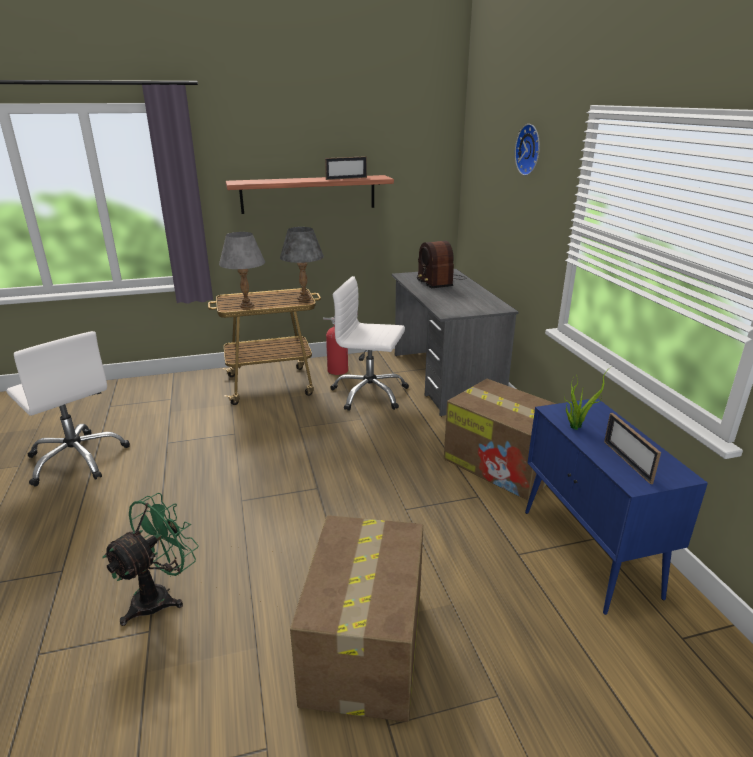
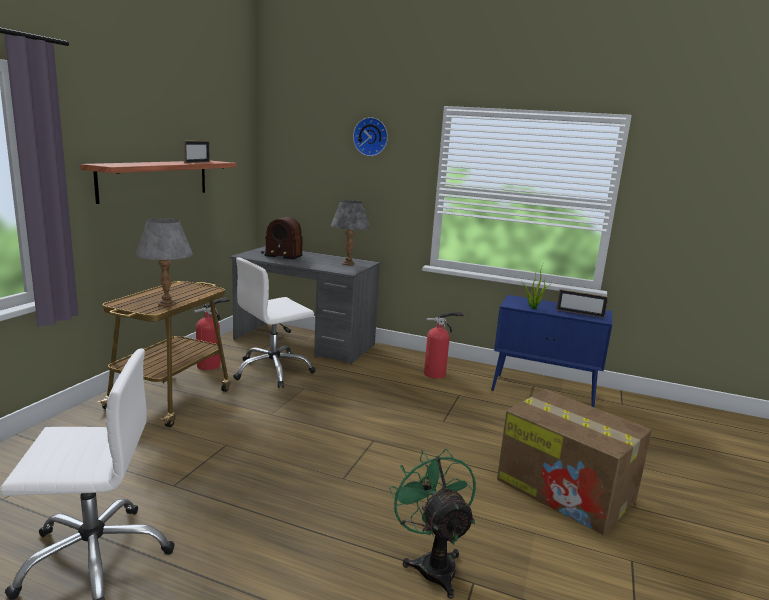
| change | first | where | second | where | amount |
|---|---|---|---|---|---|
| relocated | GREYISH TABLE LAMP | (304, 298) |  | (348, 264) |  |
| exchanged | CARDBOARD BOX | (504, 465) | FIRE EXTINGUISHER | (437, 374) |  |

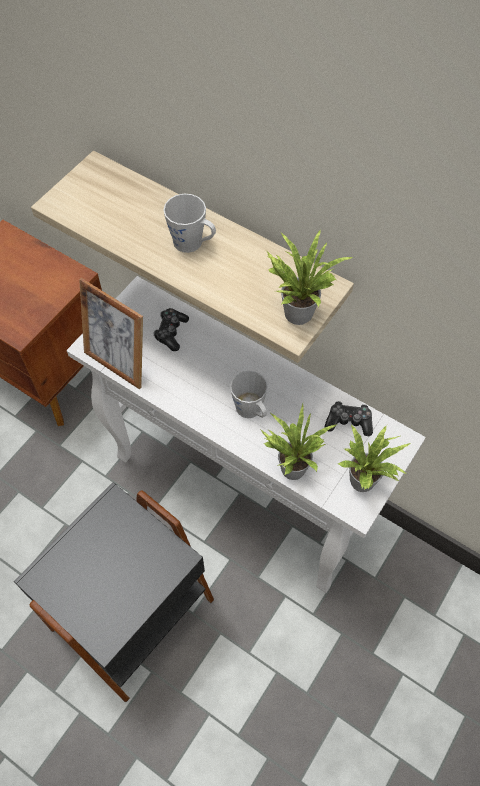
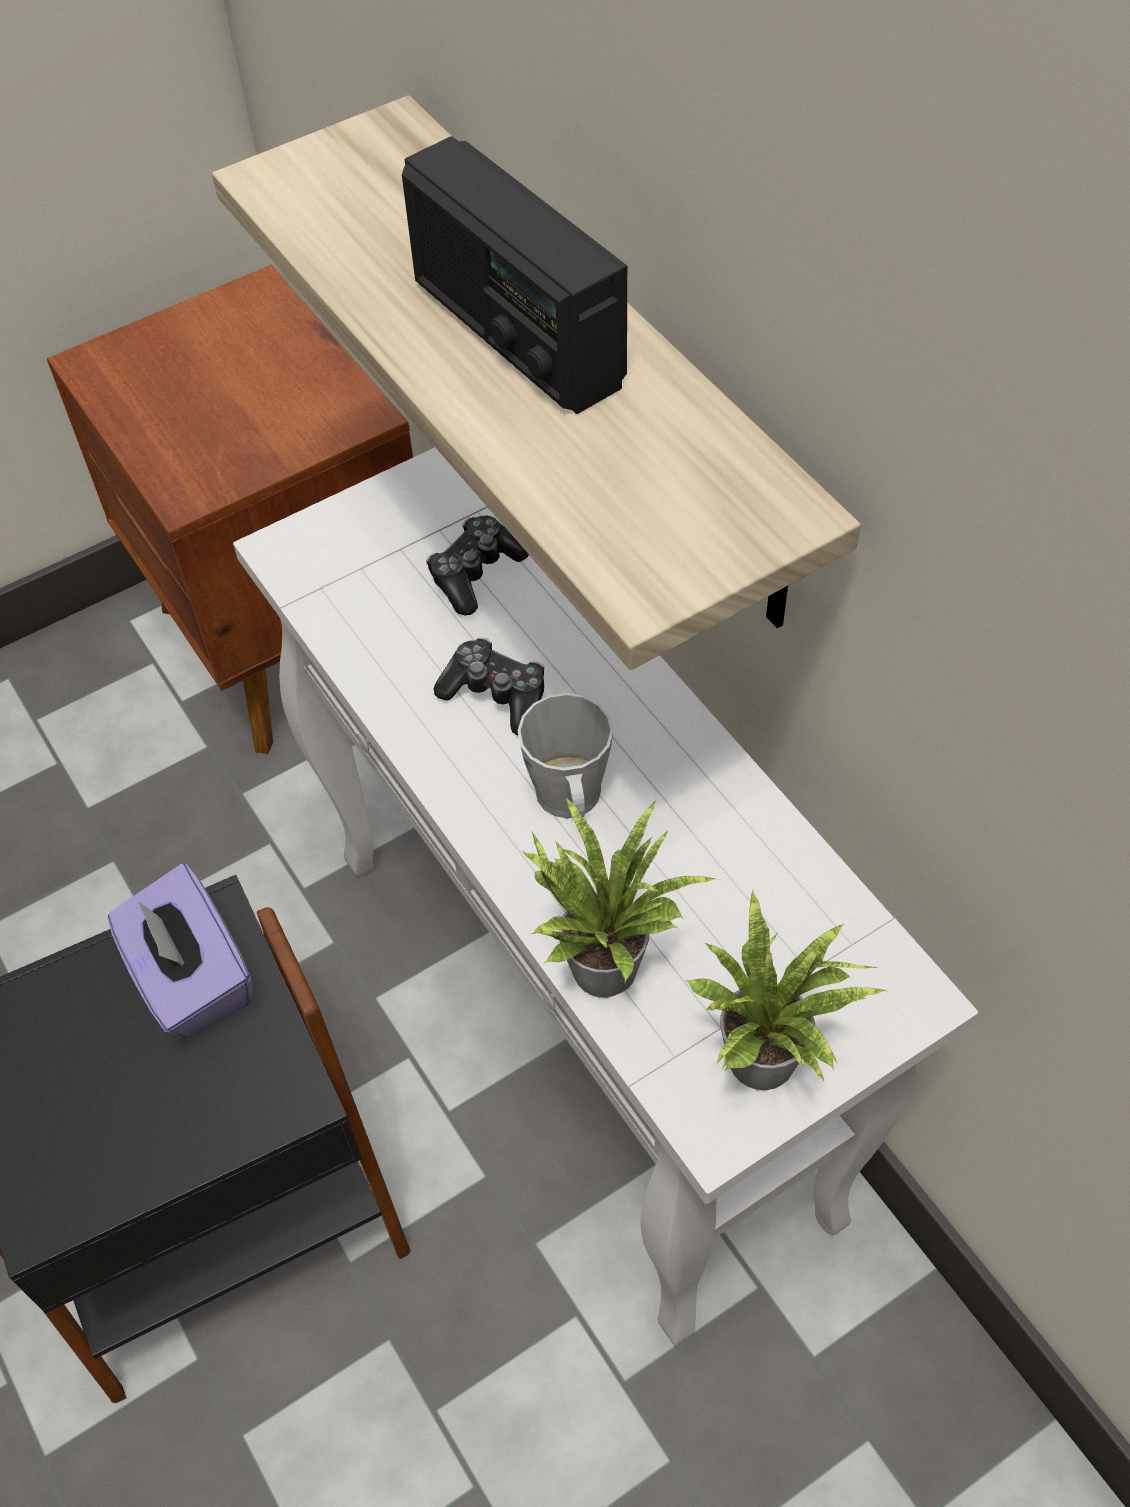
| change | first | where | second | where | amount |
|---|---|---|---|---|---|
| missing | STANDING FRAME | (118, 363) |  |  |  |
| exchanged | GREYISH COFFEE MUG | (193, 243) | RADIO SET | (516, 333) |  |
| missing | POTTED PLANT | (297, 310) |  |  |  |
| relocated | GAME CONTROLLER | (348, 422) |  | (496, 695) |  |
| appeared |  |  | PURPLE BOX OF TISSUES | (191, 978) |  |

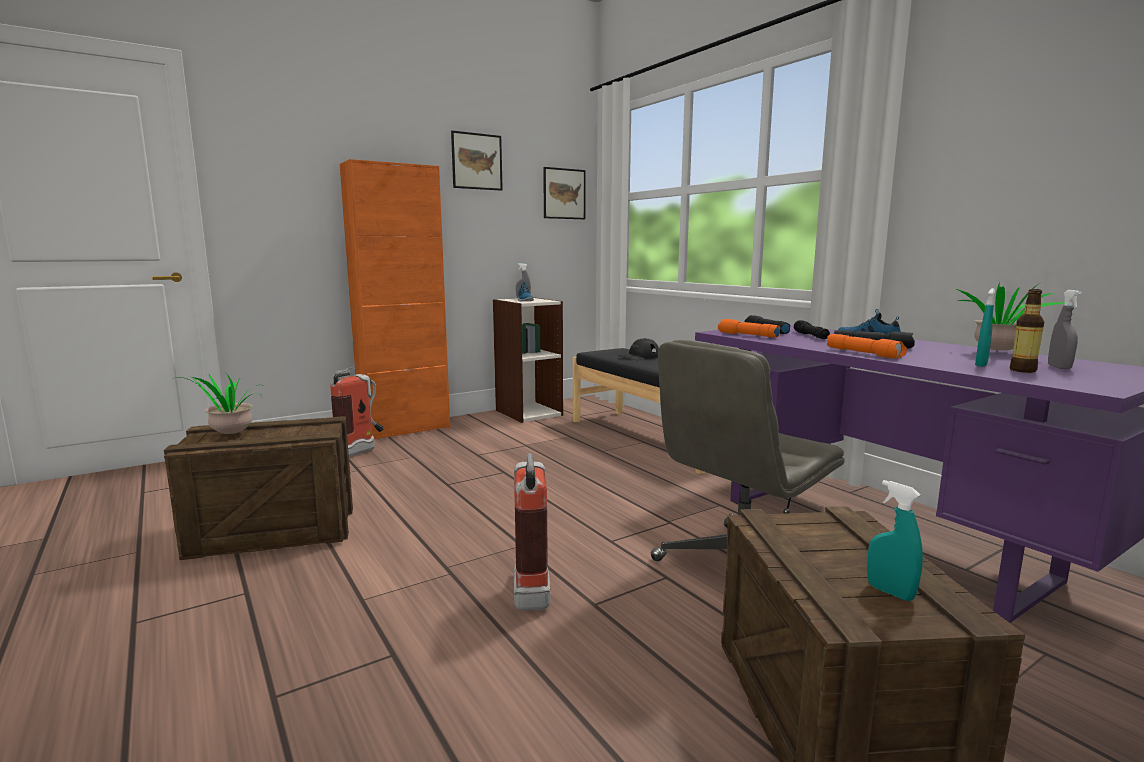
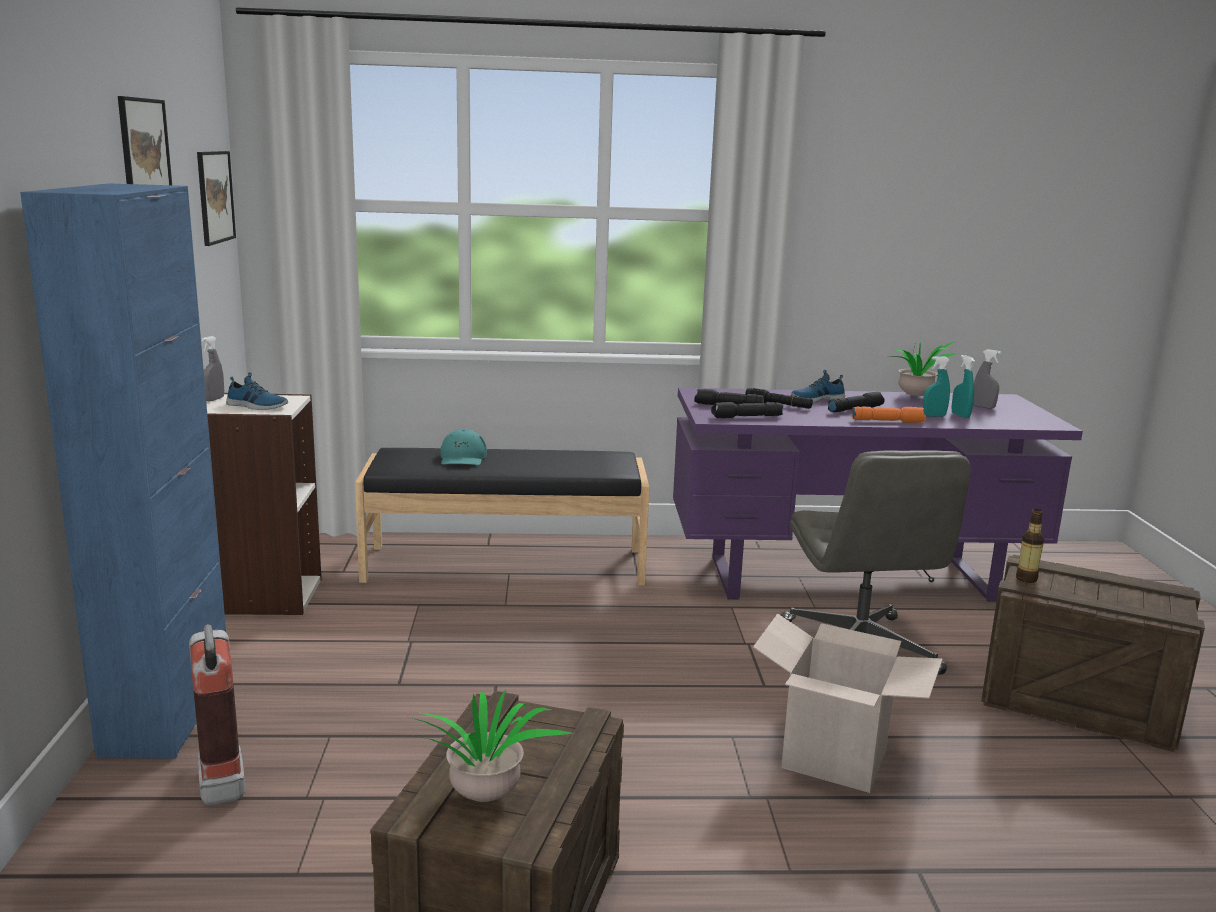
| change | first | where | second | where | amount |
|---|---|---|---|---|---|
| colour | ORANGE-COLOURED CABINET | (405, 430) | BLUE CABINET | (168, 711) |  |
| exchanged | FIRE EXTINGUISHER | (531, 588) | CARDBOARD BOX | (835, 758) |  |
| colour | BLACK BASEBALL CAP | (639, 357) | BLUE-GREEN BASEBALL CAP | (462, 458) |  |
| colour | ORANGE-COLOURED TORCH | (747, 335) | BLACK TORCH | (746, 417) |  |
| relocated | BLUE-GREEN HAND SPRAYER | (890, 592) |  | (934, 416) |  |
| relocated | DRINK BOTTLE | (1022, 370) |  | (1026, 579) |  |

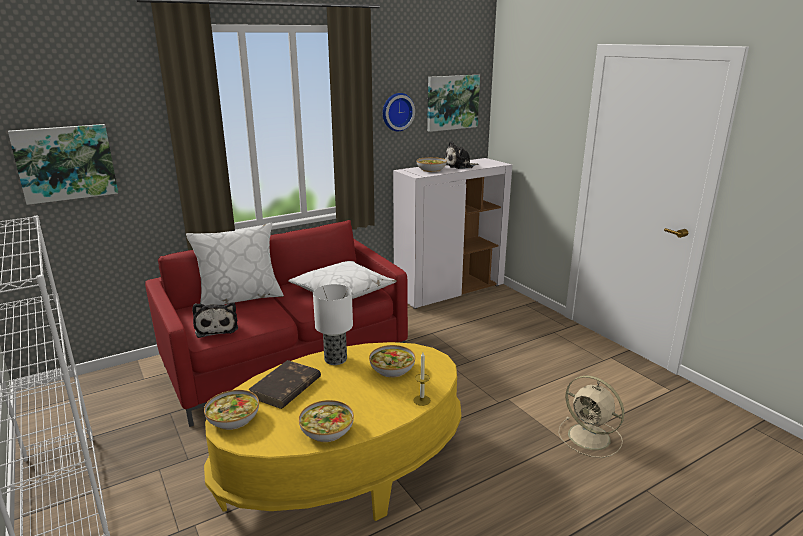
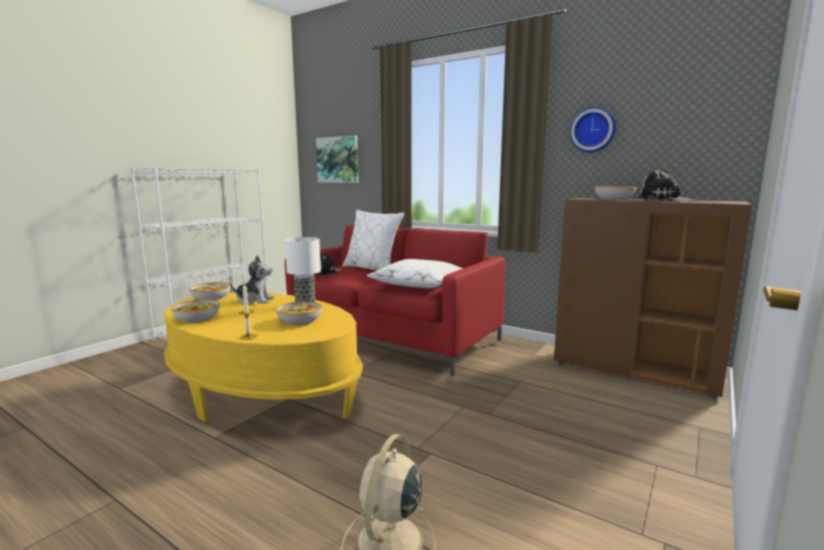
| change | first | where | second | where | amount |
|---|---|---|---|---|---|
| exchanged | BROWN-COLOURED BOUND BOOK | (285, 388) | SOFT TOY | (255, 301) |  |
| colour | WHITE CABINET | (449, 290) | BROWN-COLOURED CABINET | (634, 371) |  |
| missing | WALL PICTURE | (452, 102) |  |  |  |

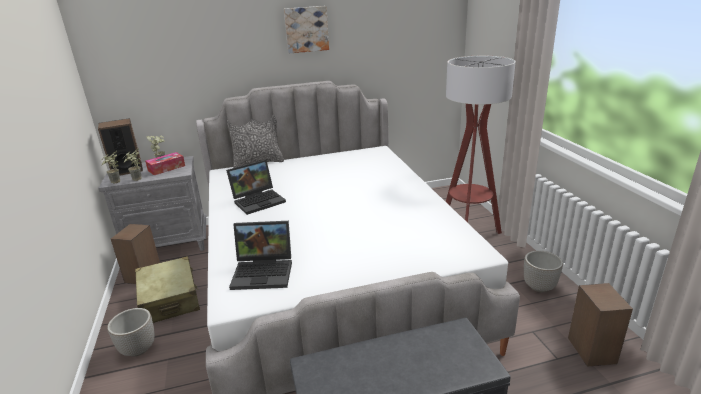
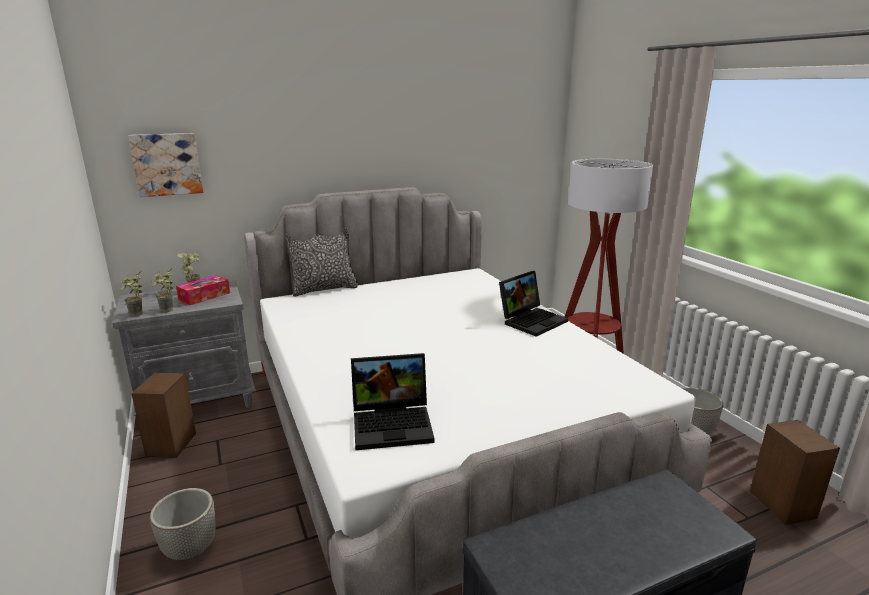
| change | first | where | second | where | amount |
|---|---|---|---|---|---|
| missing | AUDIO SPEAKER | (127, 170) |  |  |  |
| missing | BEIGE SUITCASE | (170, 299) |  |  |  |
| relocated | PORTABLE COMPUTER | (259, 200) |  | (532, 320) |  |
| relocated | WALL PICTURE | (306, 29) |  | (167, 164) |  |

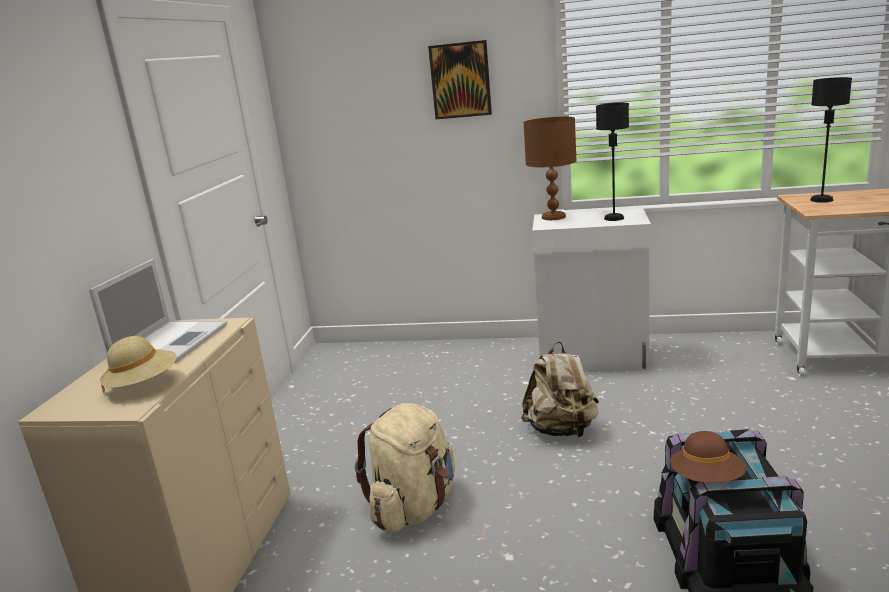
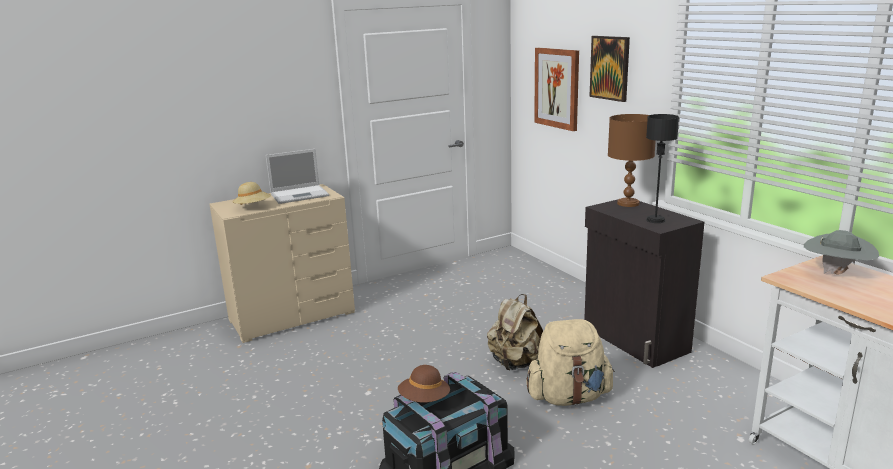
| change | first | where | second | where | amount |
|---|---|---|---|---|---|
| relocated | BEIGE RUCKSACK | (414, 507) |  | (568, 397) |  |
| colour | WHITE CABINET | (593, 358) | BLACK CABINET | (634, 340) |  |
| exchanged | BLACK TABLE LAMP | (822, 200) | GREYISH HAT | (836, 274) |  |
| appeared |  |  | WALL PICTURE | (557, 88) |  |

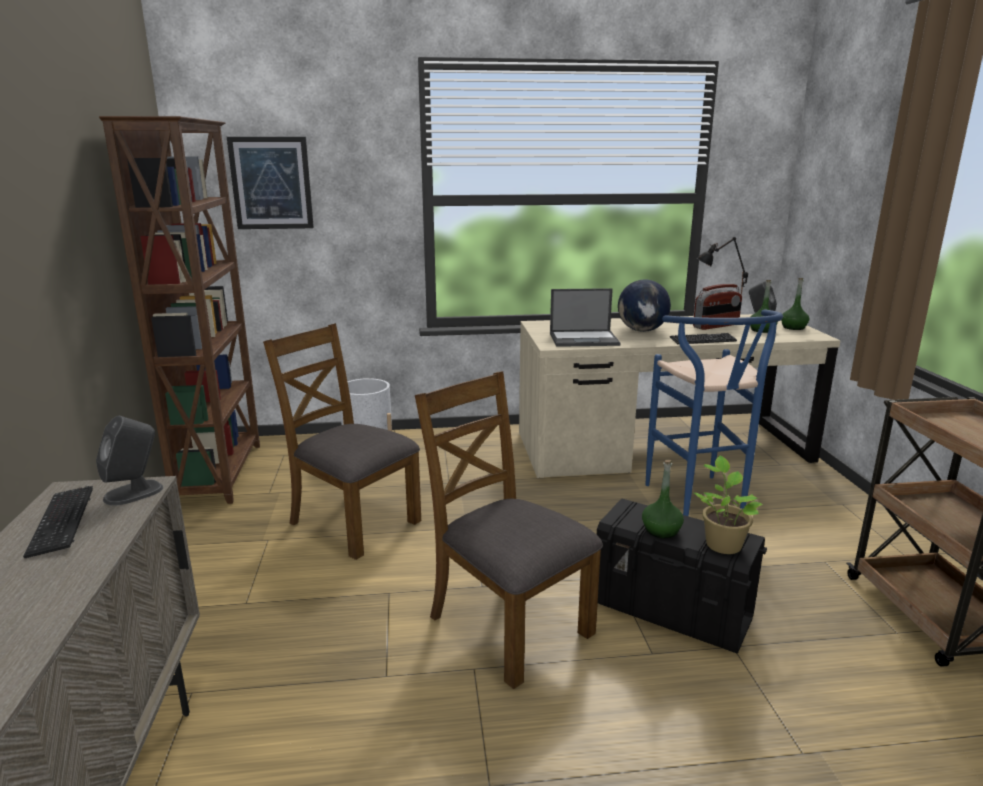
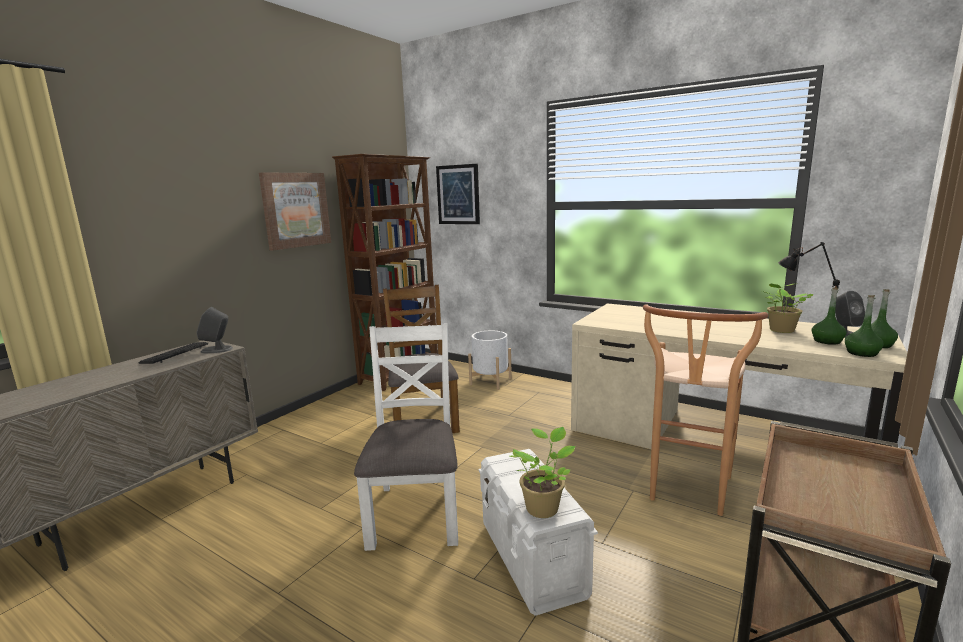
| change | first | where | second | where | amount |
|---|---|---|---|---|---|
| colour | BROWN-COLOURED PLAIN CHAIR | (508, 624) | WHITE PLAIN CHAIR | (416, 513) |  |
| missing | PORTABLE COMPUTER | (584, 339) |  |  |  |
| colour | BLACK STORAGE BIN | (672, 611) | WHITE STORAGE BIN | (532, 559) |  |
| missing | WORLD GLOBE | (642, 330) |  |  |  |
| relocated | GREEN-COLOURED DRINK BOTTLE | (661, 530) |  | (861, 353) |  |
| colour | BLUE SITTING STOOL | (701, 501) | BROWN-COLOURED SITTING STOOL | (687, 492) |  |
| missing | COMPUTER KEYBOARD | (703, 340) |  |  |  |
| exchanged | RADIO SET | (716, 326) | POTTED PLANT | (780, 330) |  |
| appeared |  |  | WALL PICTURE | (295, 210) |  |

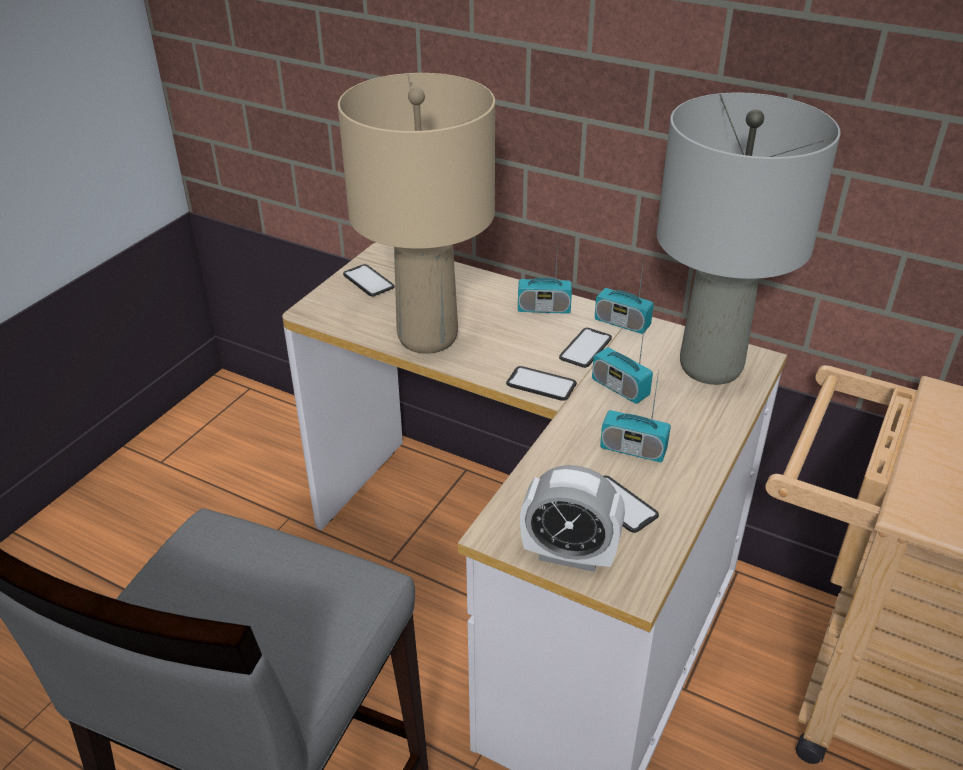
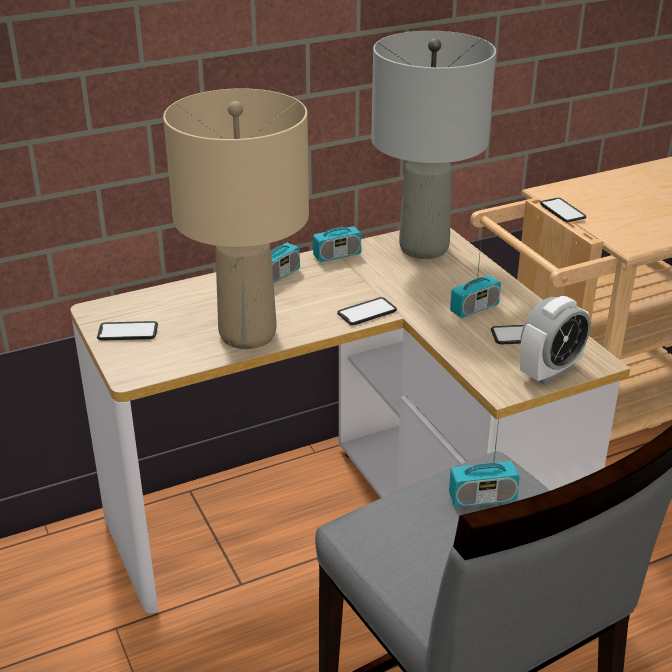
| change | first | where | second | where | amount |
|---|---|---|---|---|---|
| relocated | PHONE | (585, 348) |  | (562, 211) |  |
| relocated | RADIO SET | (620, 388) |  | (482, 498) |  |

